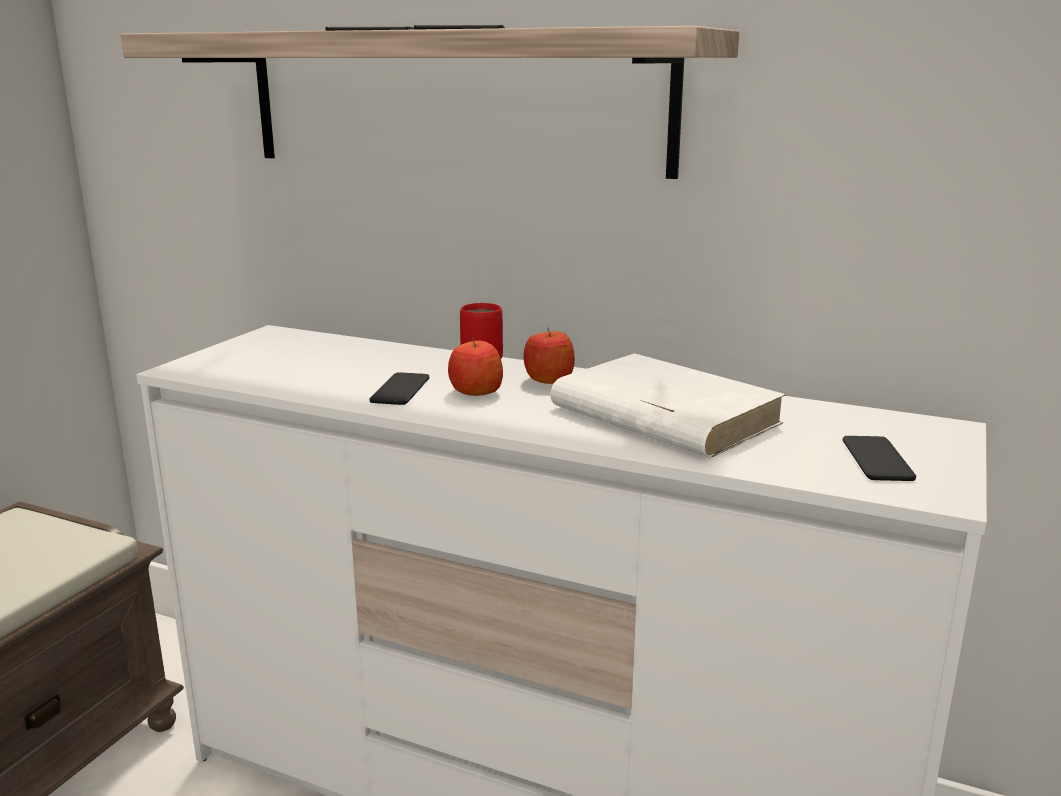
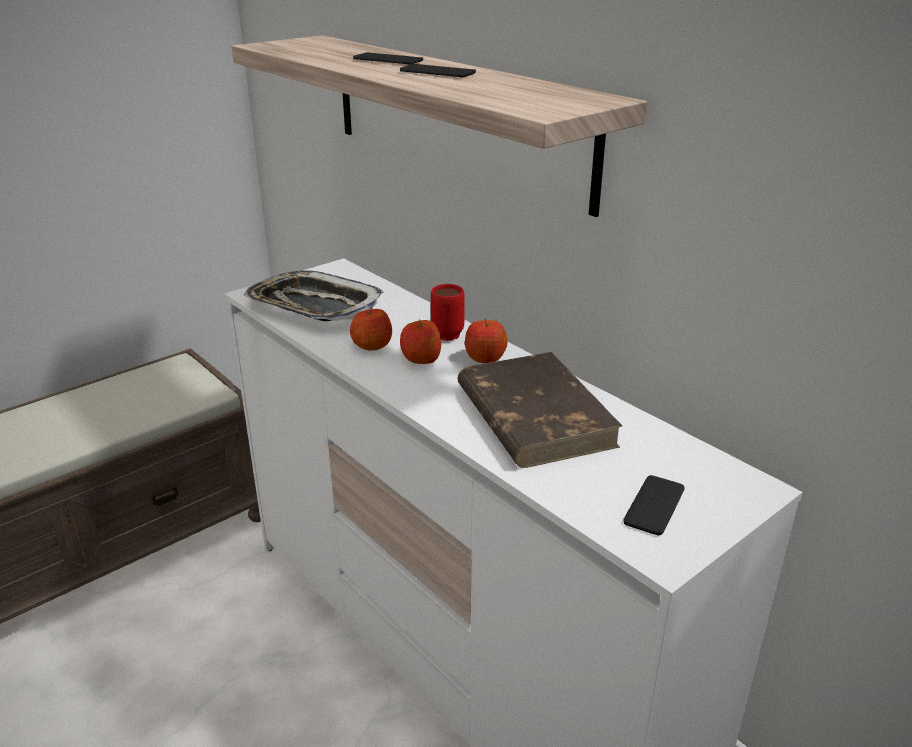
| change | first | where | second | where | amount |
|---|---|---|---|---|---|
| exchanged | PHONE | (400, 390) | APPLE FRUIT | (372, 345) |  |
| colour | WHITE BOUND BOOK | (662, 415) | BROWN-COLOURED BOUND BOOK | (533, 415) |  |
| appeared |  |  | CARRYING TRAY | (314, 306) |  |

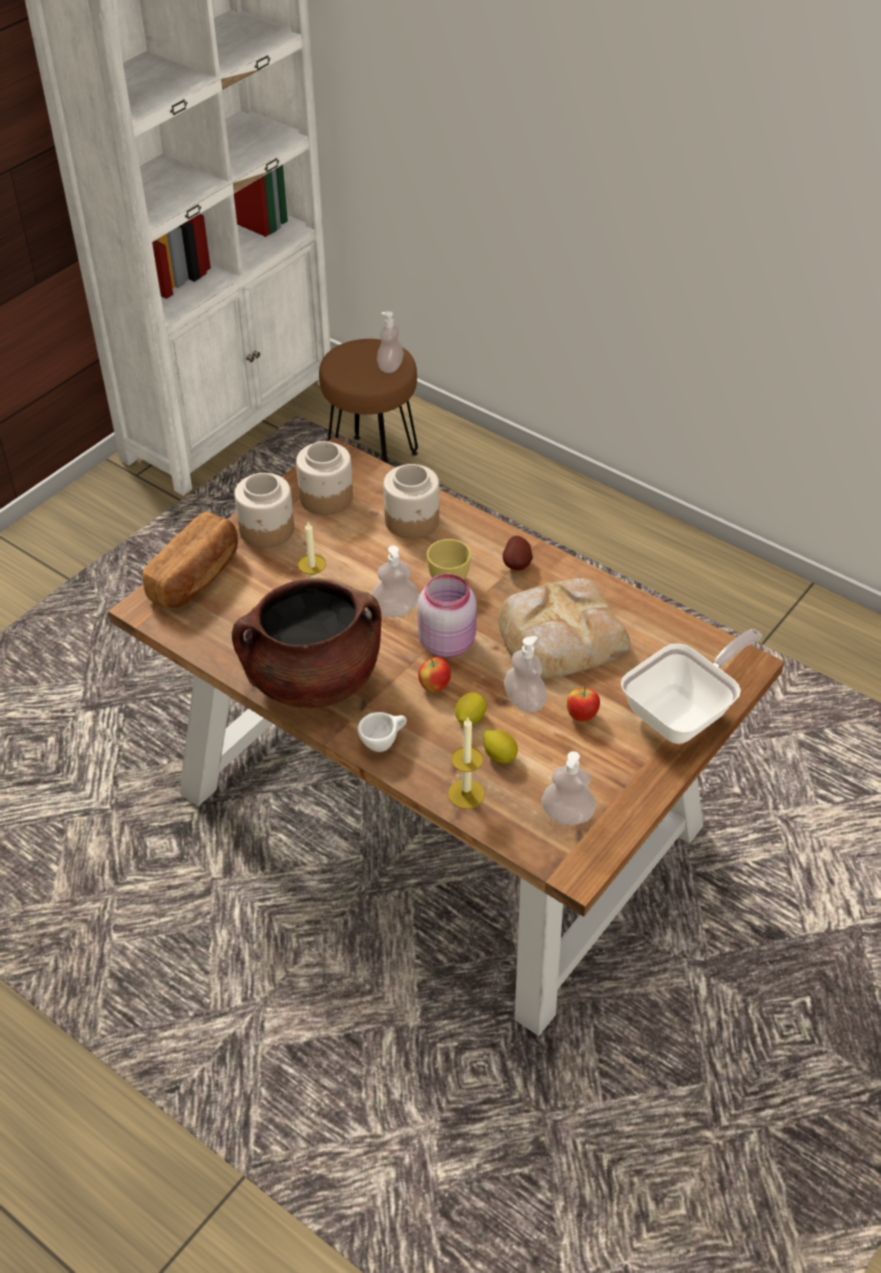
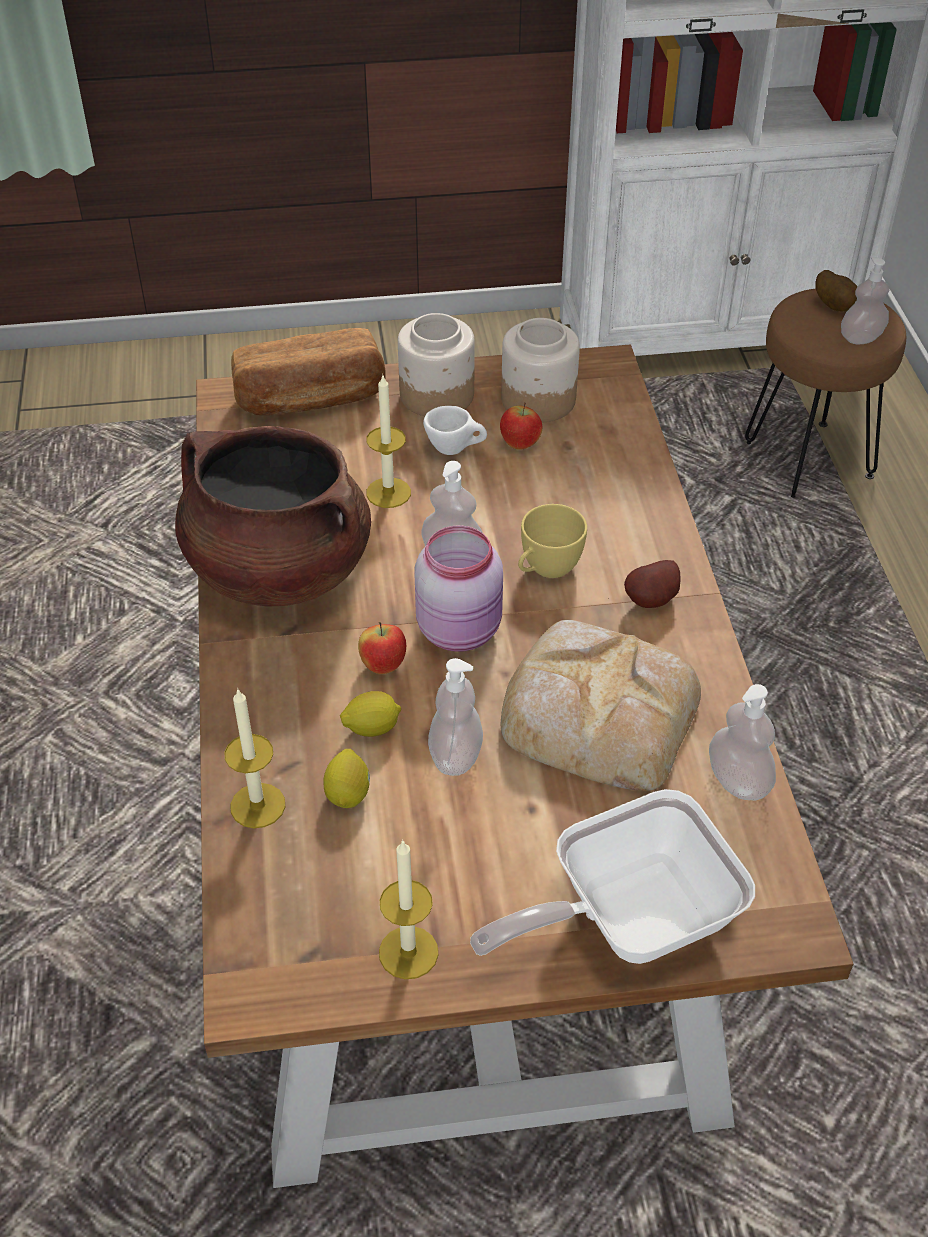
| change | first | where | second | where | amount |
|---|---|---|---|---|---|
| relocated | WHITE CUP | (383, 743) |  | (455, 449) |  |
| missing | PRESERVE JAR | (412, 521) |  |  |  |
| relocated | SOAP DISPENSER | (567, 815) |  | (738, 781) |  |
| relocated | APPLE FRUIT | (581, 716) |  | (520, 445) |  |
| spun | PAN | (684, 712) |  | (627, 919) | 150 degrees clockwise |
| appeared |  |  | WAX LIGHT | (408, 952) |  |
| appeared |  |  | POTATO | (835, 306) |  |

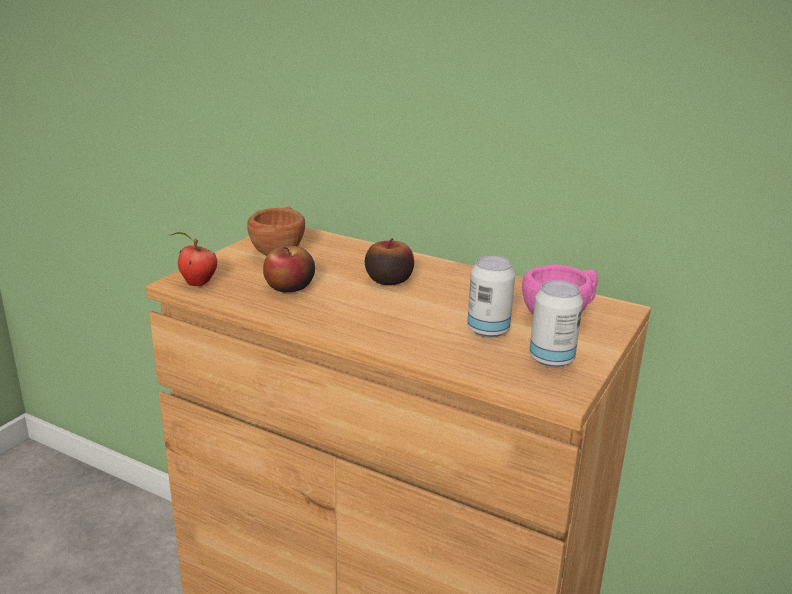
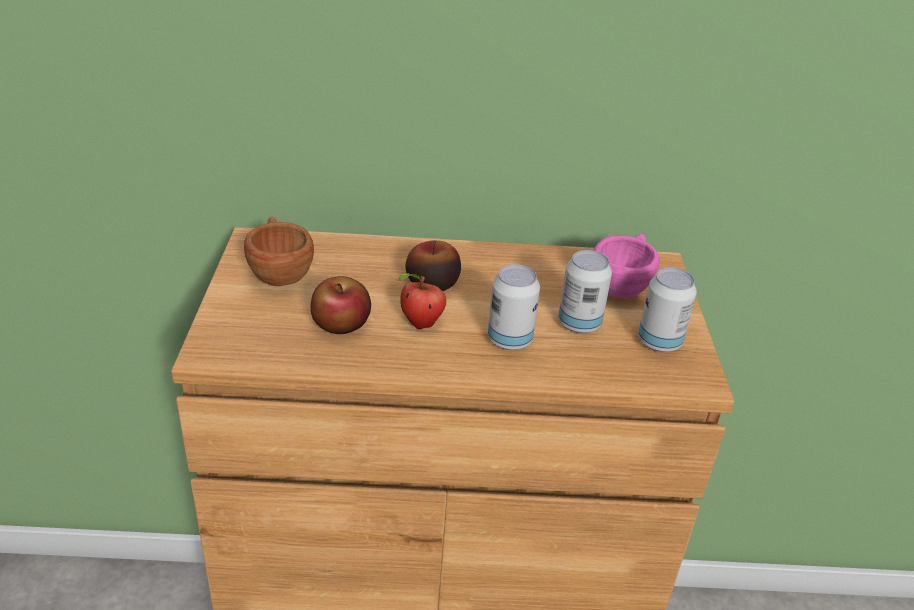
| change | first | where | second | where | amount |
|---|---|---|---|---|---|
| relocated | APPLE FRUIT | (196, 283) |  | (420, 324) |  |
| appeared |  |  | METAL CAN | (509, 340) |  |

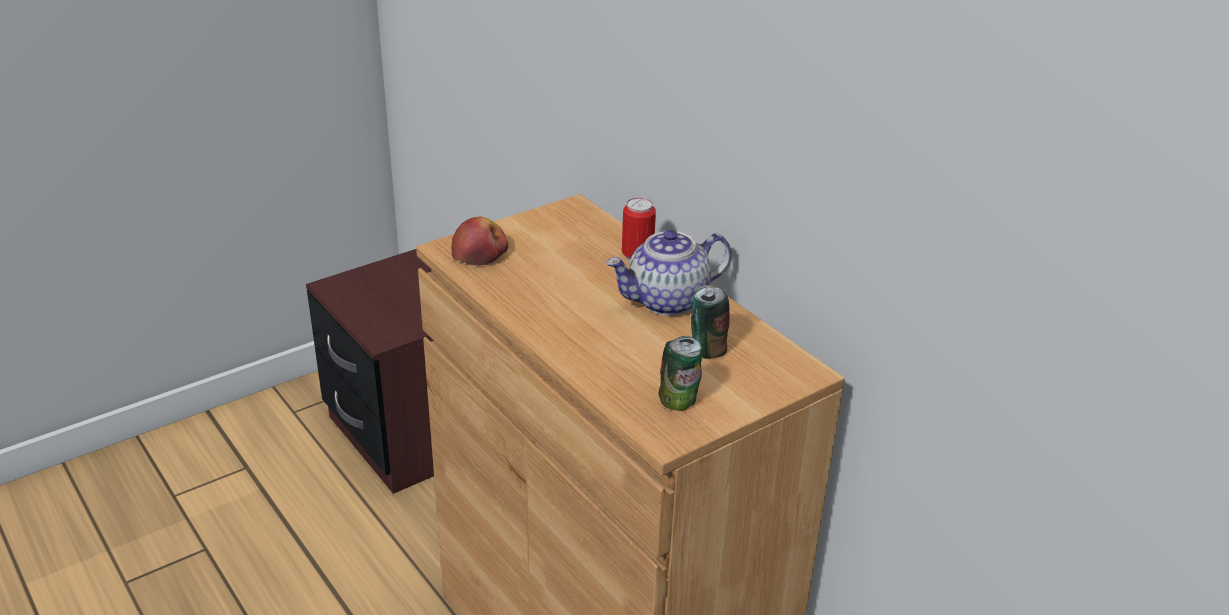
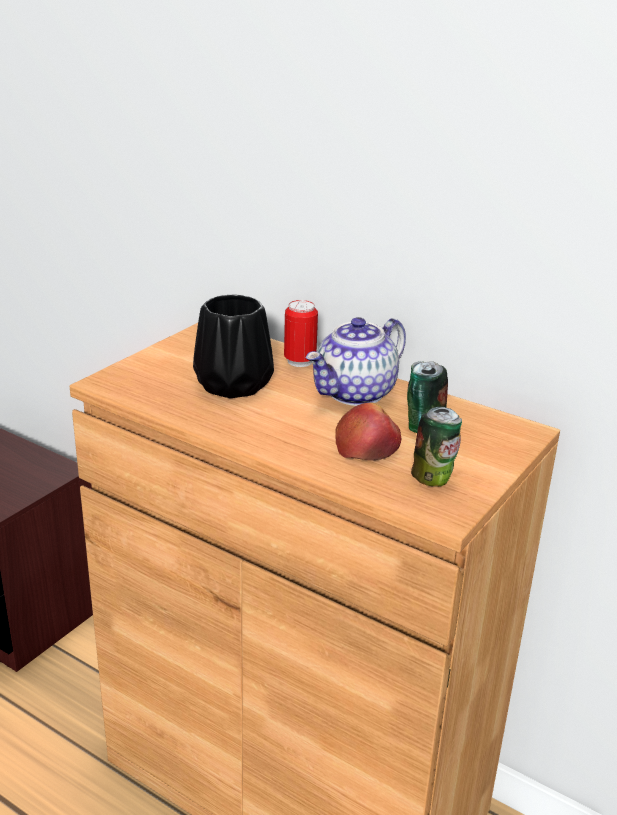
| change | first | where | second | where | amount |
|---|---|---|---|---|---|
| relocated | APPLE FRUIT | (480, 254) |  | (368, 446) |  |
| appeared |  |  | BLACK FLOWER VASE | (234, 383) |  |

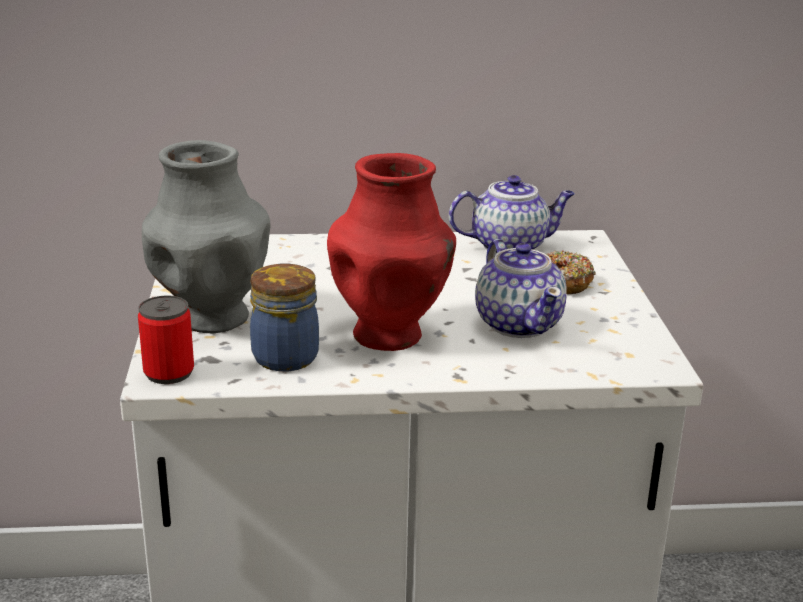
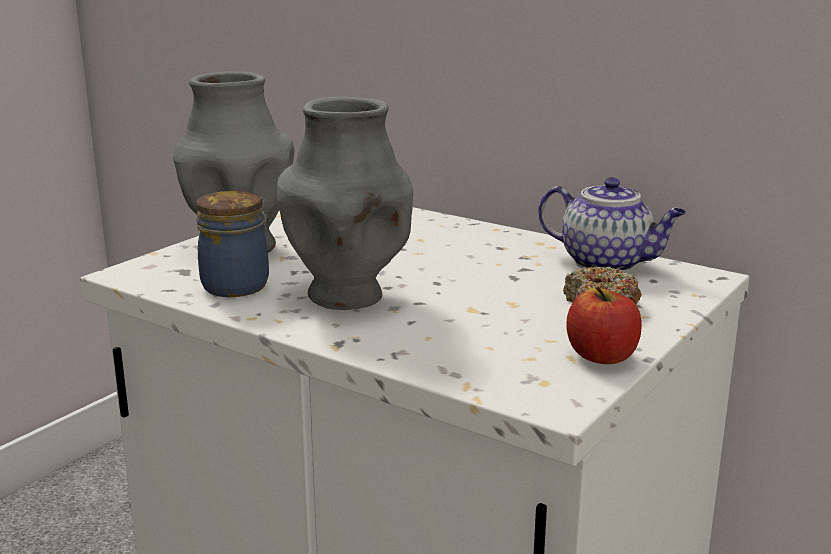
| change | first | where | second | where | amount |
|---|---|---|---|---|---|
| missing | METAL CAN | (169, 373) |  |  |  |
| colour | REDDISH FLOWER VASE | (390, 335) | GREYISH FLOWER VASE | (347, 296) |  |
| missing | TEAPOT | (519, 324) |  |  |  |
| appeared |  |  | APPLE FRUIT | (602, 356) |  |

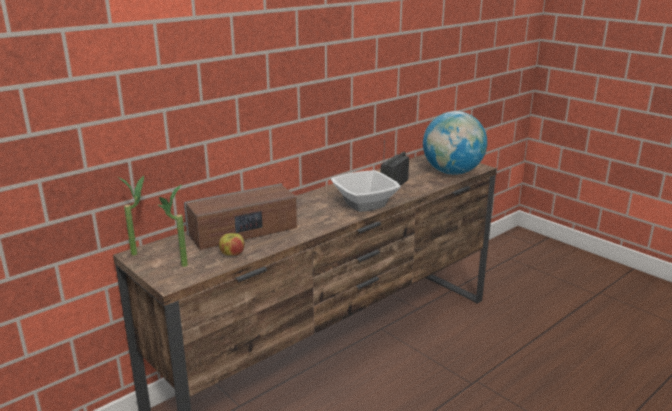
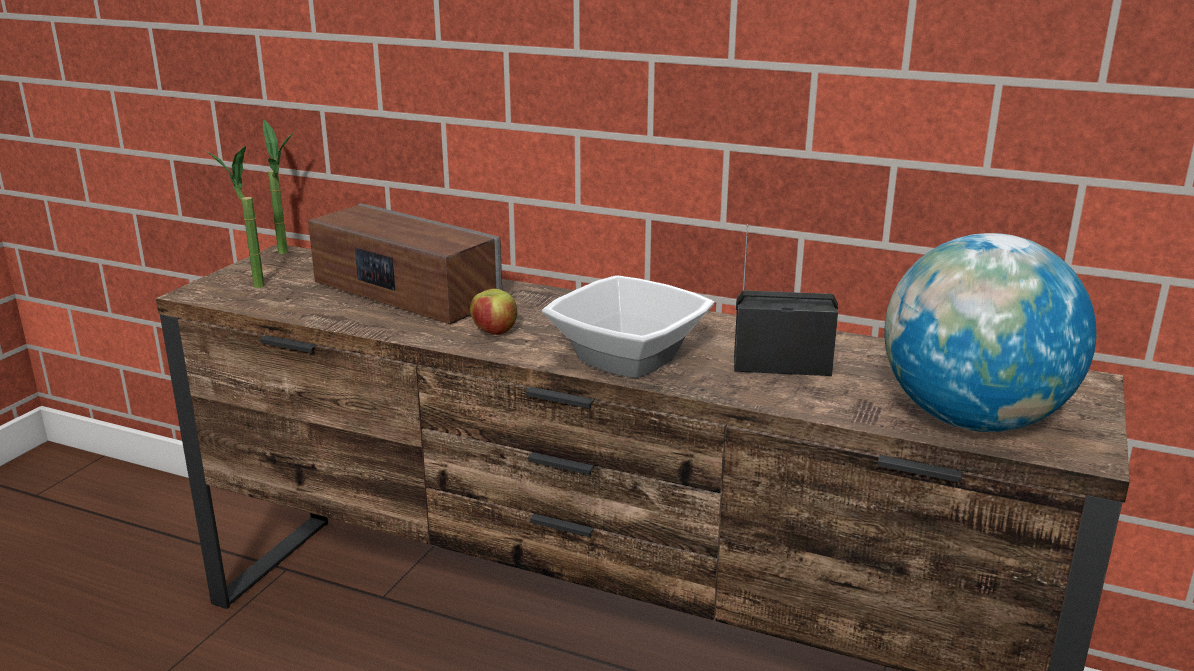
| change | first | where | second | where | amount |
|---|---|---|---|---|---|
| relocated | APPLE FRUIT | (232, 255) |  | (494, 332) |  |

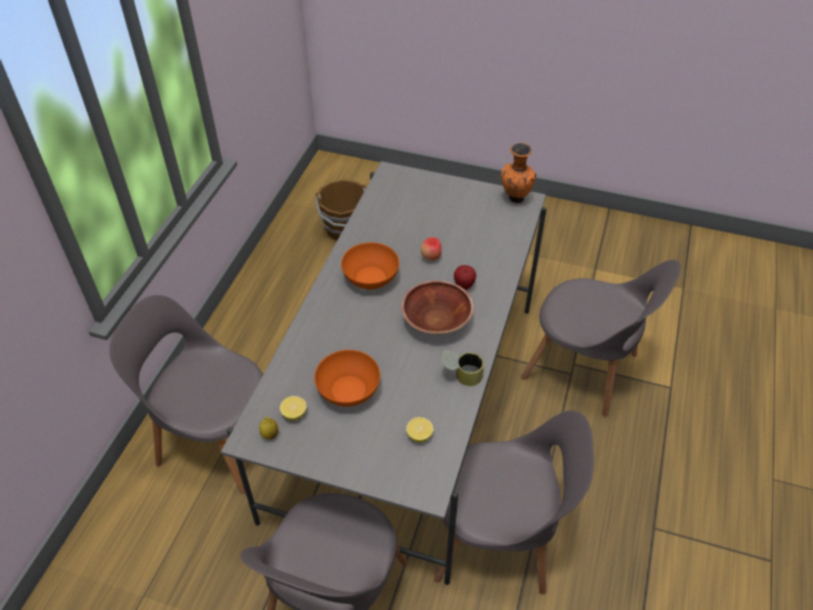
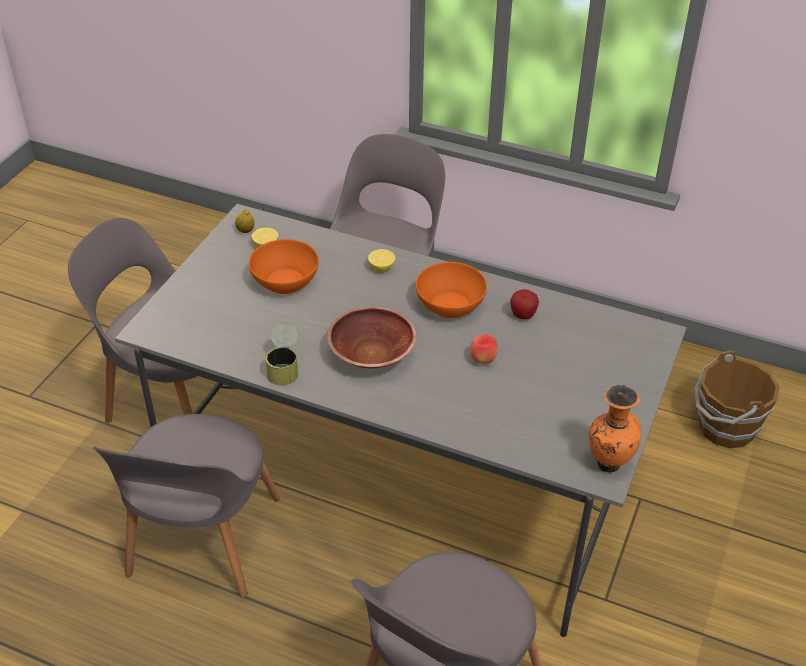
| change | first | where | second | where | amount |
|---|---|---|---|---|---|
| relocated | LEMON | (419, 435) |  | (381, 267) |  |
| relocated | APPLE FRUIT | (464, 286) |  | (523, 316) |  |

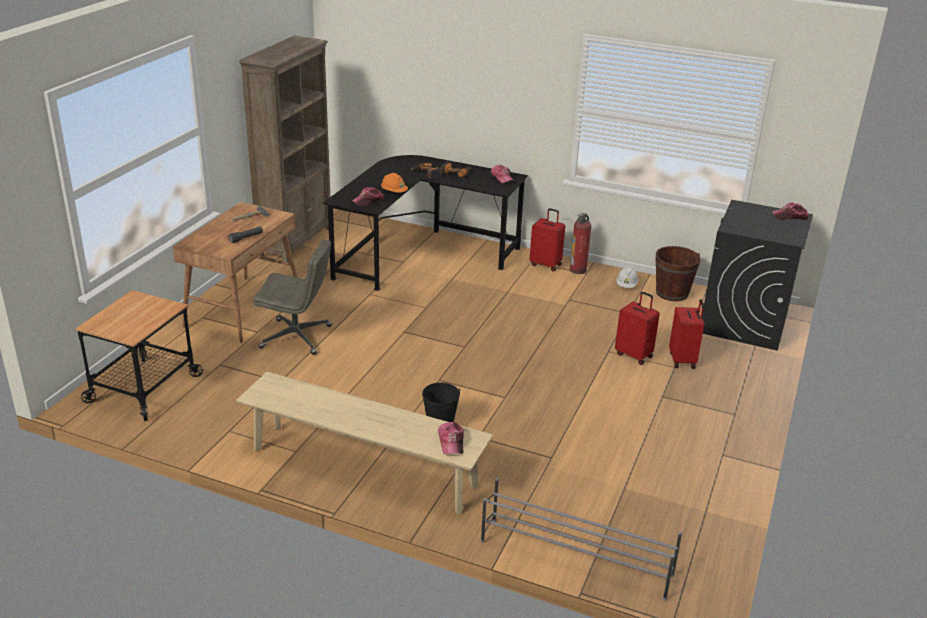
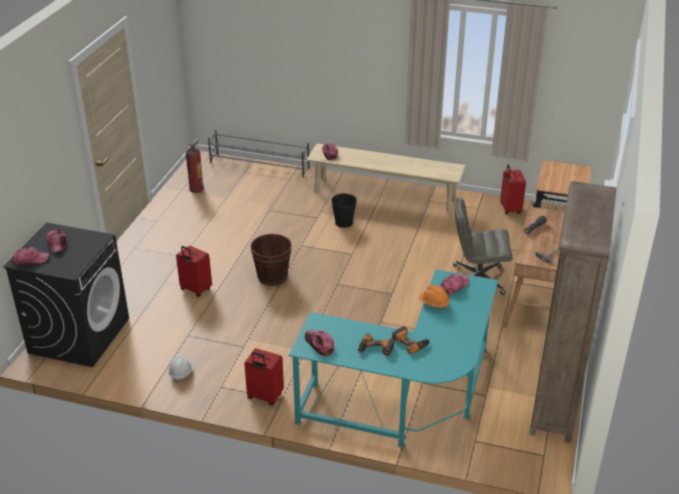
| change | first | where | second | where | amount |
|---|---|---|---|---|---|
| colour | BLACK DESK TABLE | (420, 253) | BLUE-GREEN DESK TABLE | (408, 399) |  |
| relocated | FIRE EXTINGUISHER | (578, 270) |  | (196, 189) |  |
| relocated | BROWN-COLOURED BUCKET | (672, 293) |  | (272, 276) |  |
| relocated | REDDISH SUITCASE | (683, 360) |  | (509, 209) |  |
| appeared |  |  | BASEBALL CAP | (57, 244) |  |

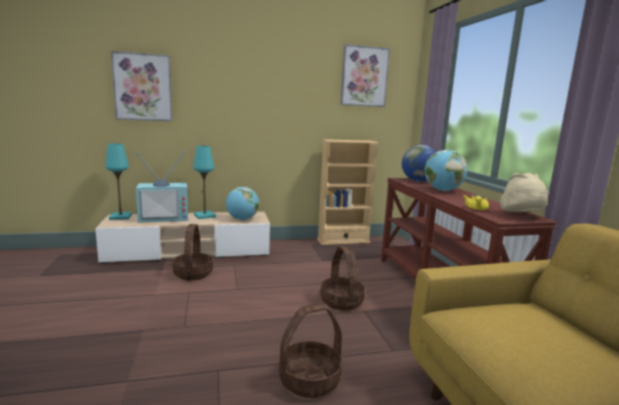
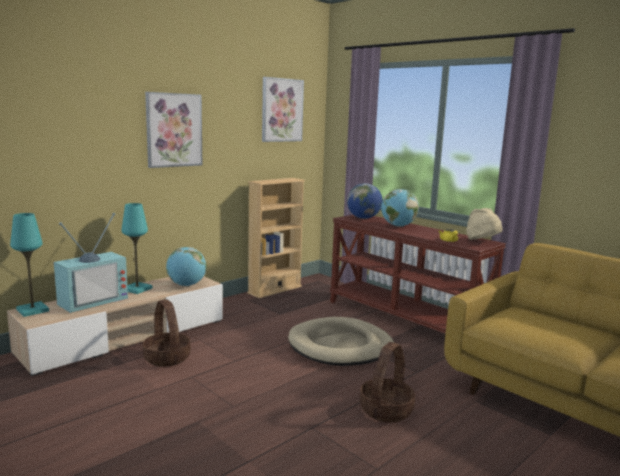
| change | first | where | second | where | amount |
|---|---|---|---|---|---|
| relocated | WALL PICTURE | (143, 87) |  | (174, 130) |  |
| exchanged | BASKET | (342, 301) | BEIGE DOG BED | (340, 346) |  |

